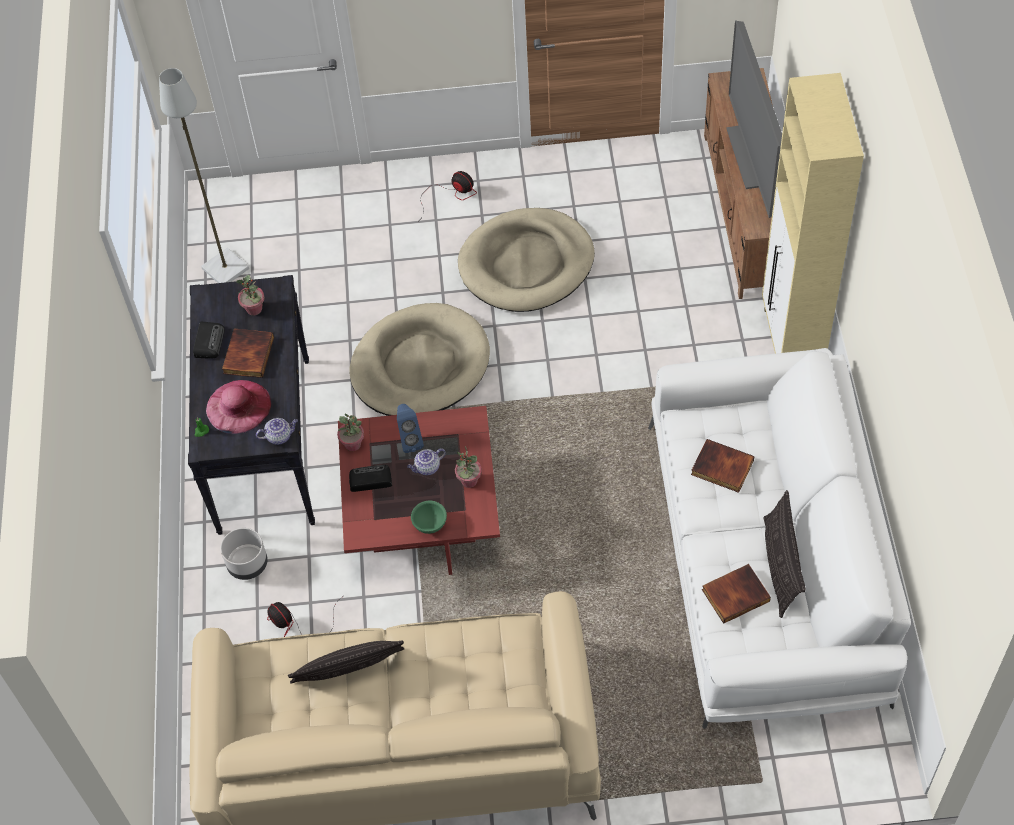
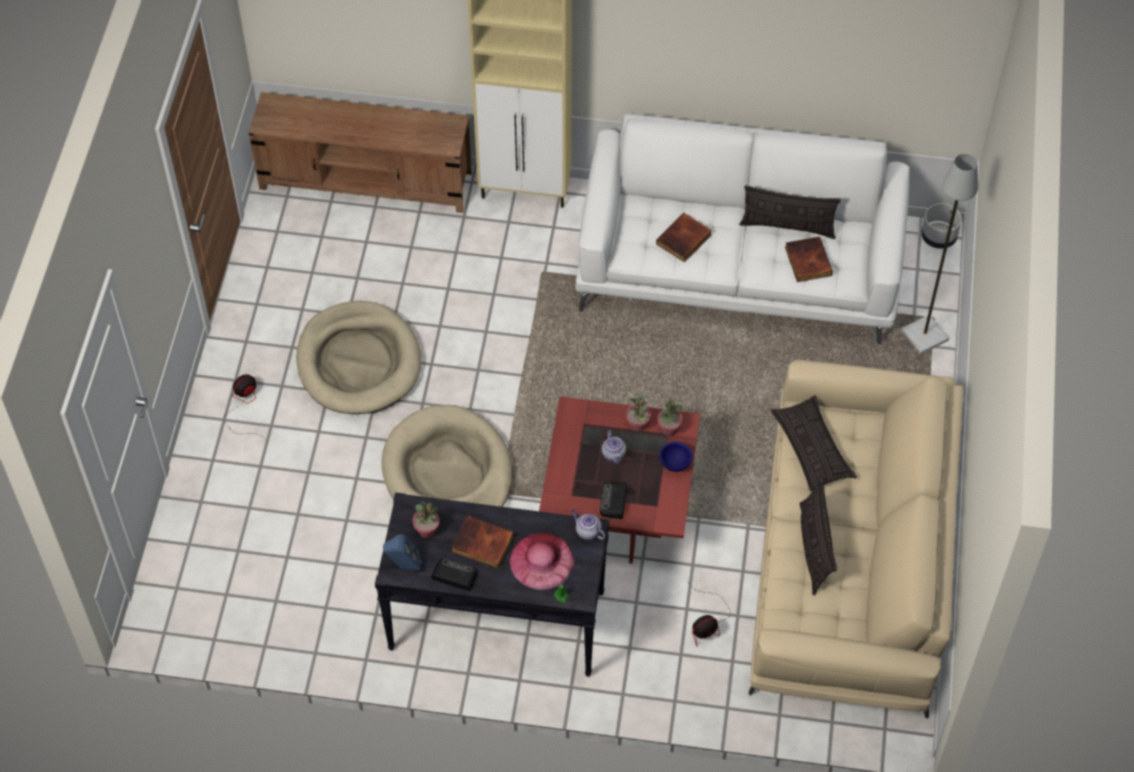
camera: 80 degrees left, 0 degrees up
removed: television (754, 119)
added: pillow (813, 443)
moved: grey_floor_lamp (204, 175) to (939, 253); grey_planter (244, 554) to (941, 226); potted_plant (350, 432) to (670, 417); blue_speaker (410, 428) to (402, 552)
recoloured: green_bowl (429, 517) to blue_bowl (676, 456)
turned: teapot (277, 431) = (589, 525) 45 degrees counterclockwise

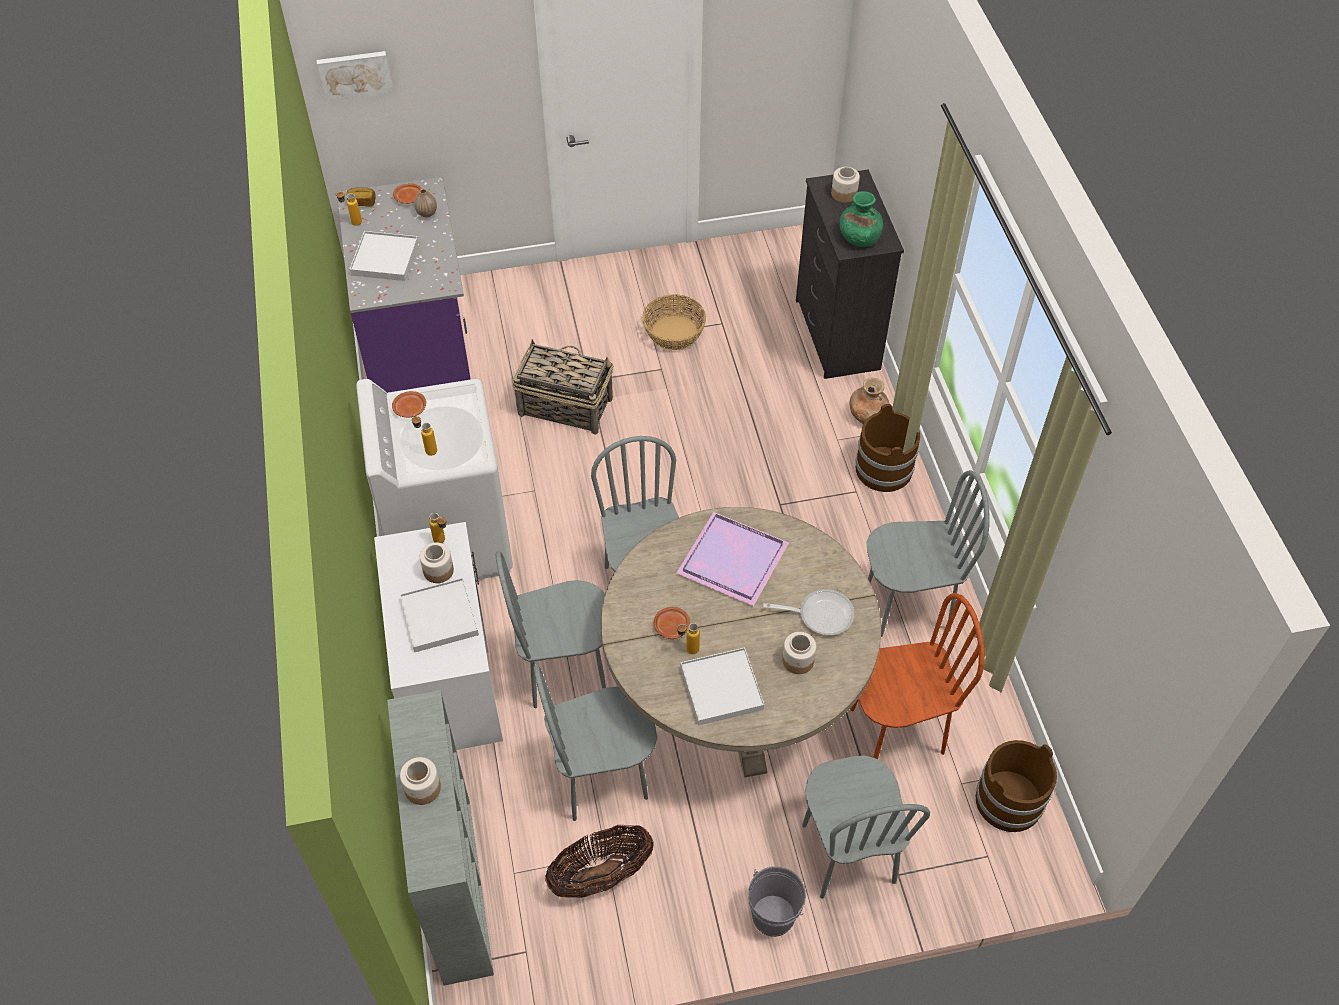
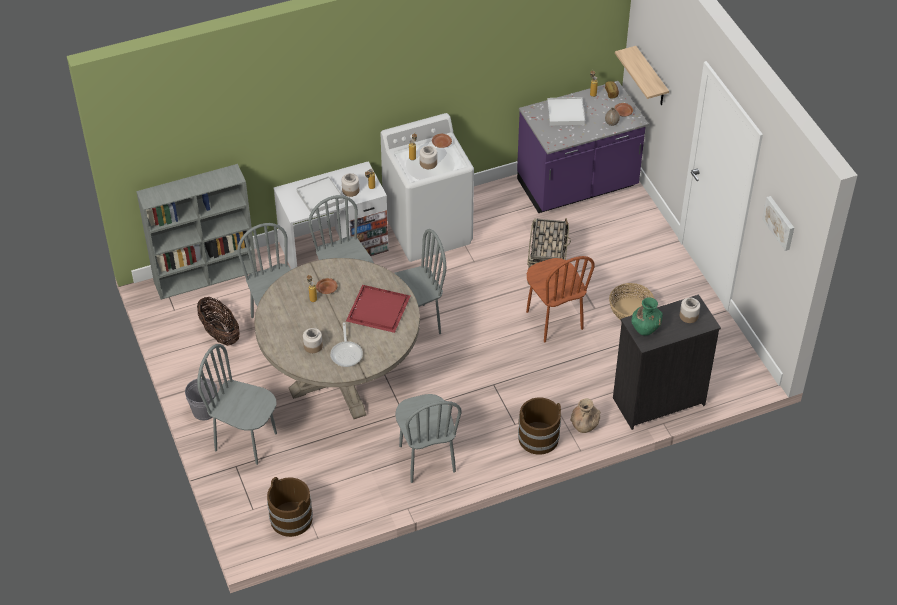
camera: 80 degrees right, 5 degrees down
removed: white_tray (722, 686)
added: shelf (642, 75)
moved: picture (354, 76) to (778, 223); jar (420, 781) to (428, 157); brown_chair (917, 676) to (560, 299)
recoloured: purple_tray (732, 559) to red_tray (378, 309)
turned: grey_chair (866, 827) = (237, 404) 45 degrees clockwise

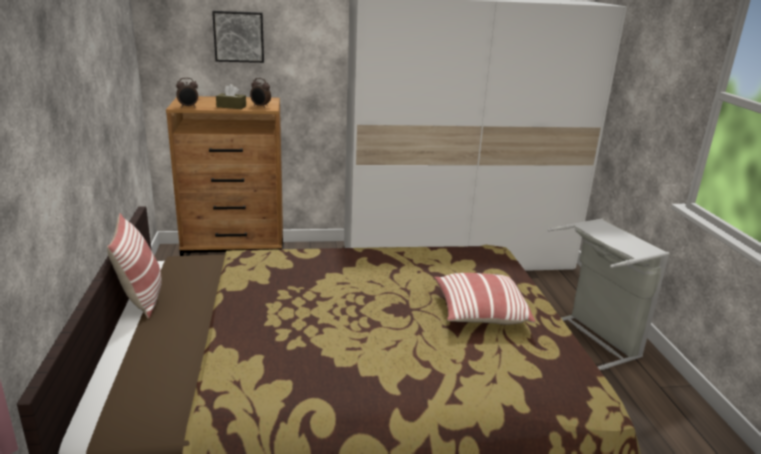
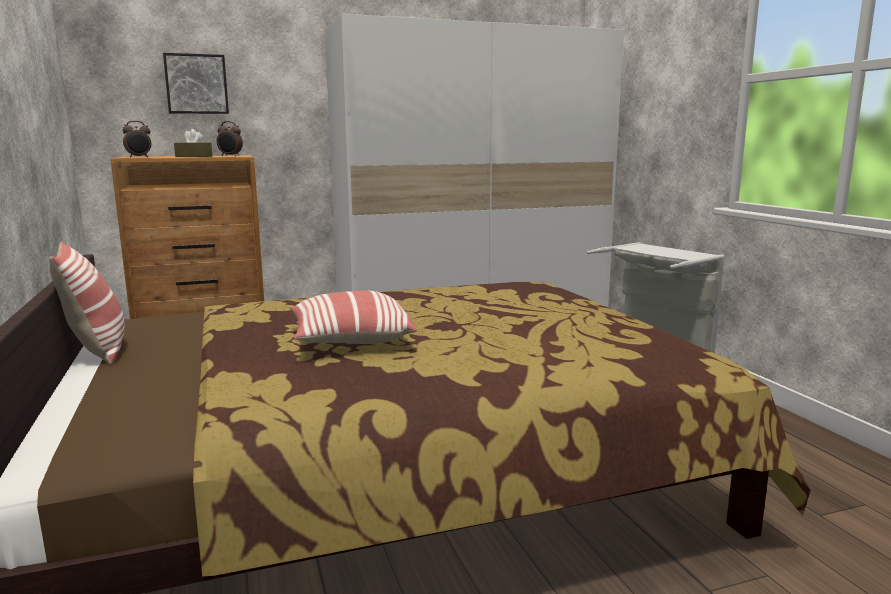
camera: 10 degrees left, 10 degrees down
moved: pillow (484, 299) to (353, 317)

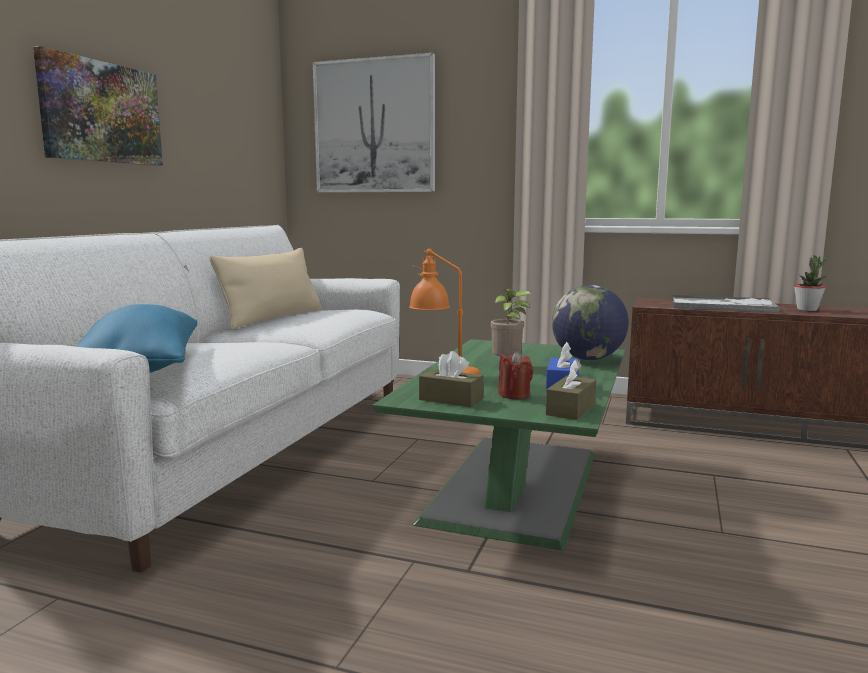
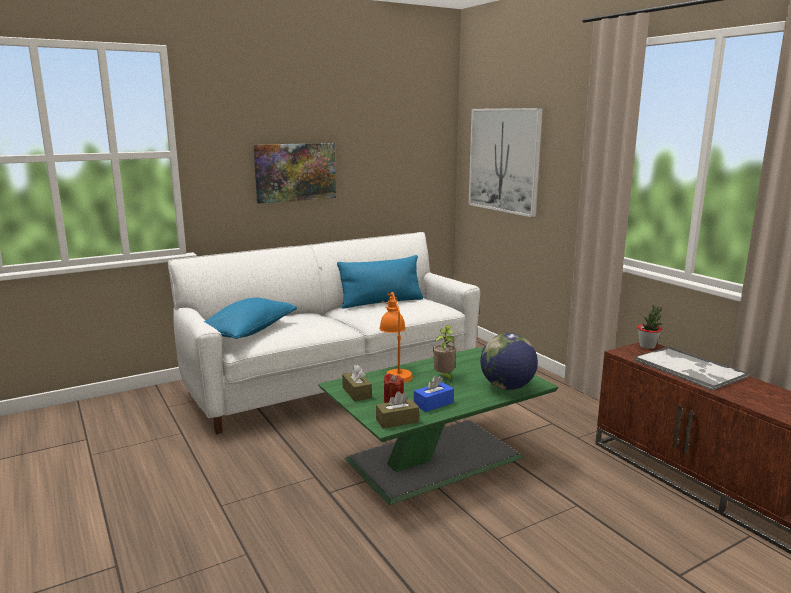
camera: 40 degrees right, 5 degrees up
moved: potted_plant (811, 283) to (650, 327)
recoloured: beige_pillow (266, 288) to blue_pillow (380, 282)

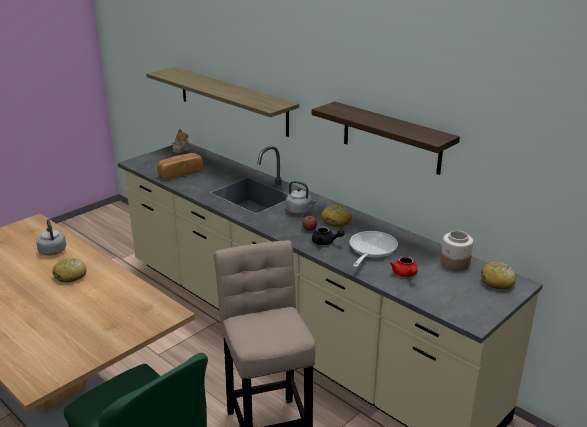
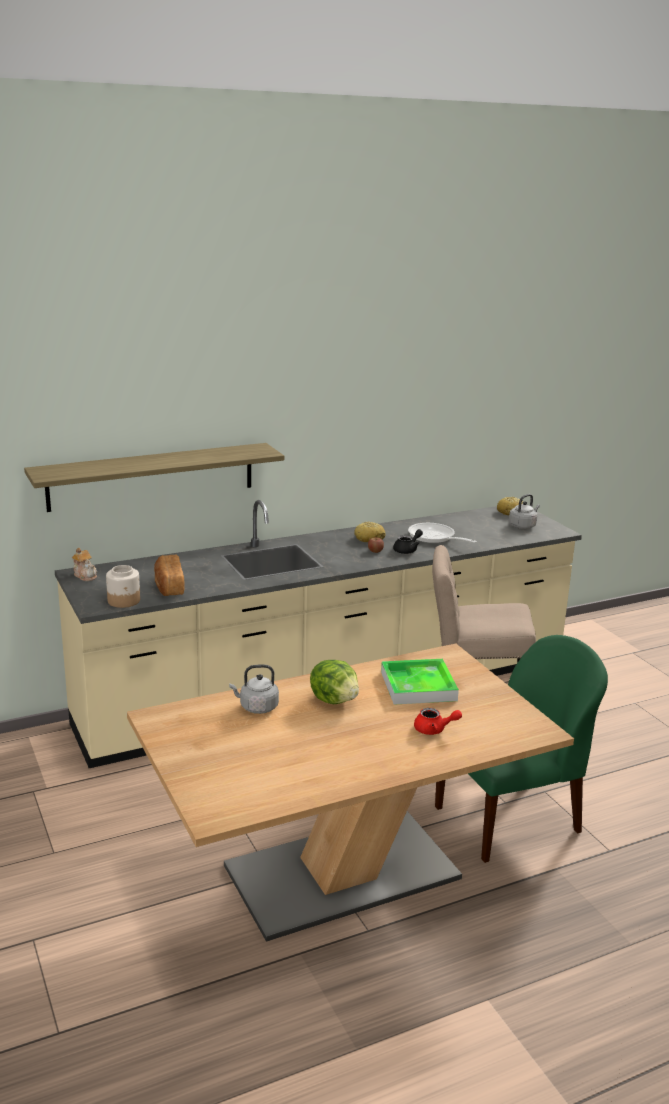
camera: 70 degrees left, 5 degrees down
removed: shelf (386, 138)
added: tray (420, 682)
moved: grey_kettle (302, 198) to (524, 511); red_teapot (404, 266) to (438, 721); jar (457, 250) to (123, 586)
replaced: bread (69, 270) to lettuce (334, 682)

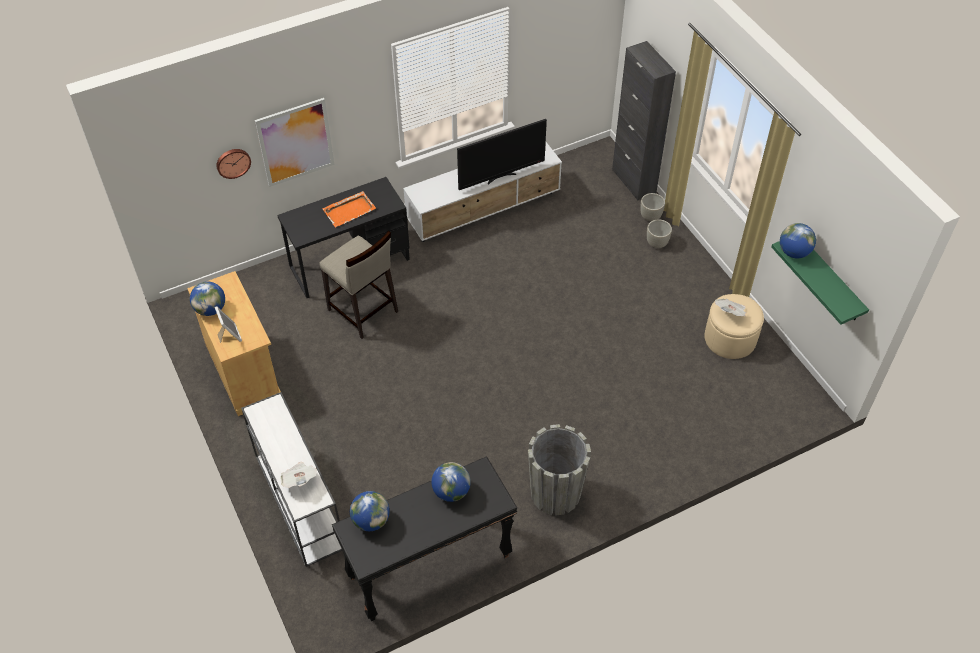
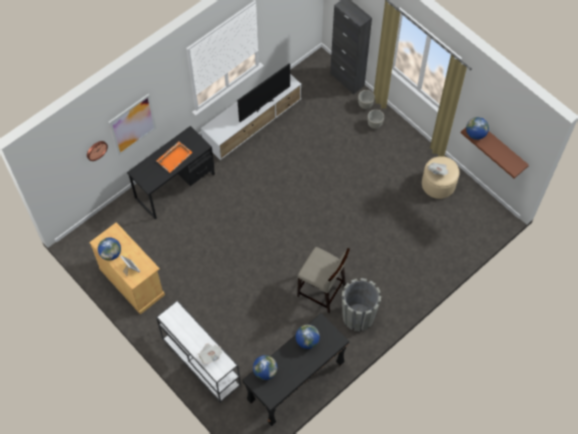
camera: 15 degrees left, 10 degrees up
moved: beige_stool (358, 285) to (323, 280)
recoloured: green_shelf (820, 283) to brown_shelf (495, 153)

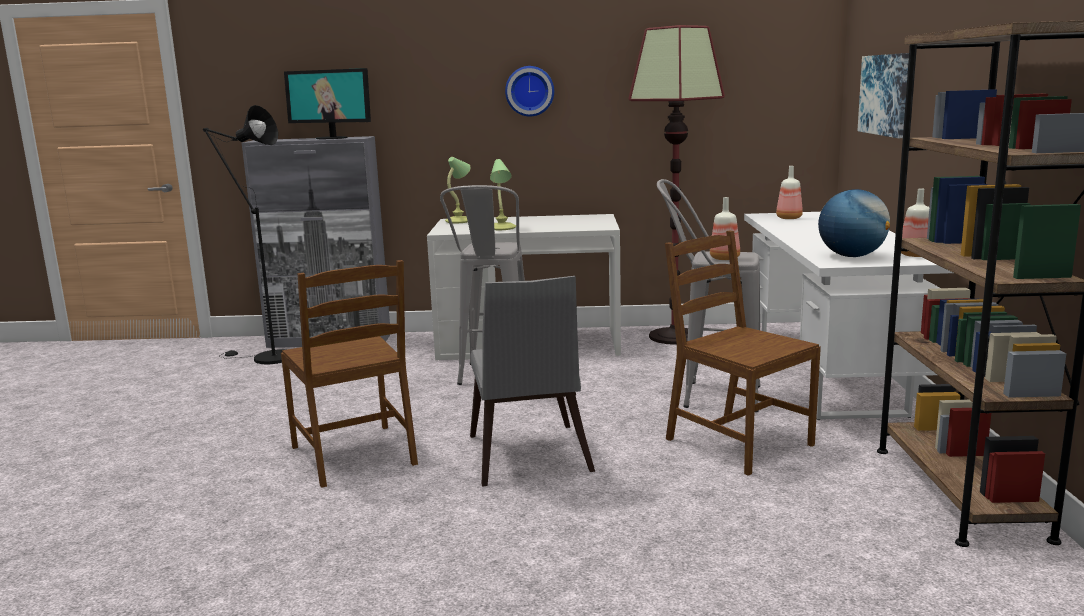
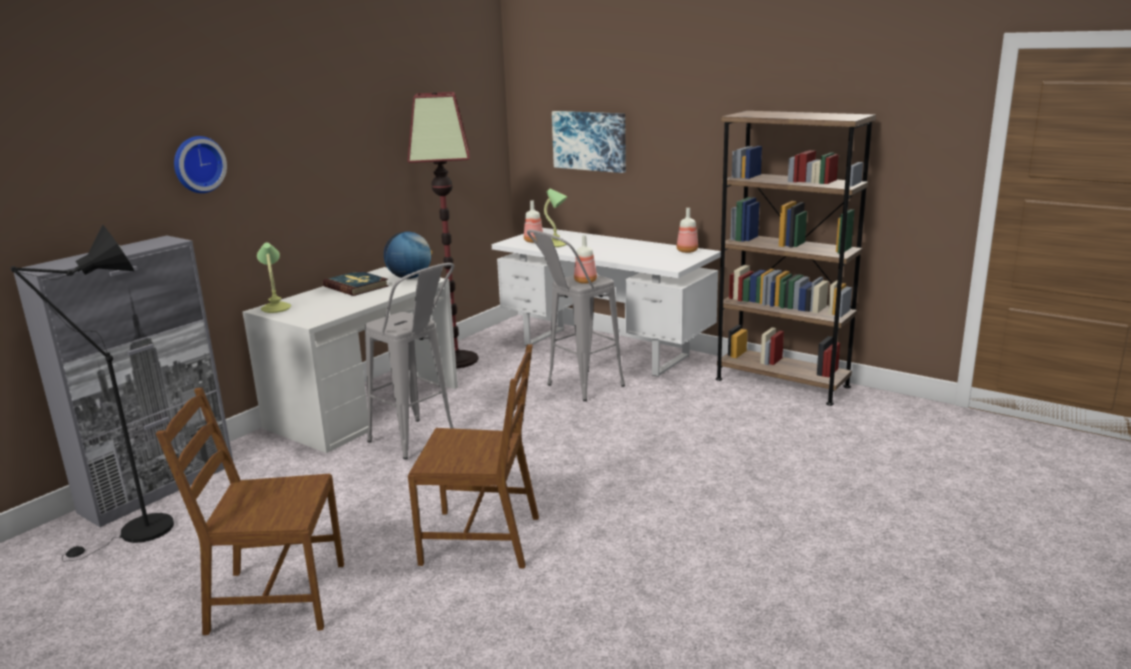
camera: 55 degrees left, 5 degrees up
removed: monitor (327, 103); grey_chair (532, 381)
added: book (356, 283)
moved: table_lamp (503, 194) to (555, 217); wall_clock (529, 91) to (200, 164); brown_chair (743, 353) to (250, 511); globe (854, 223) to (408, 255)

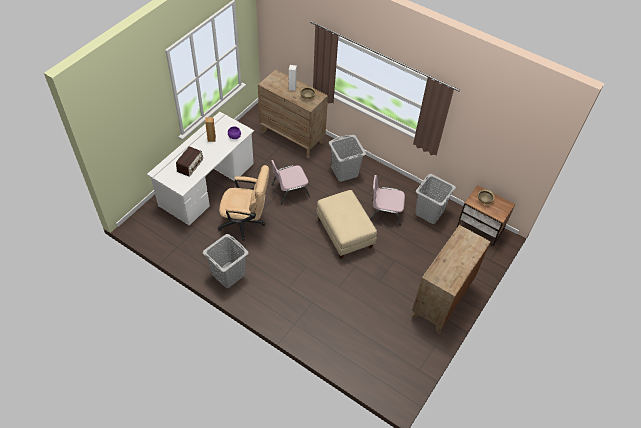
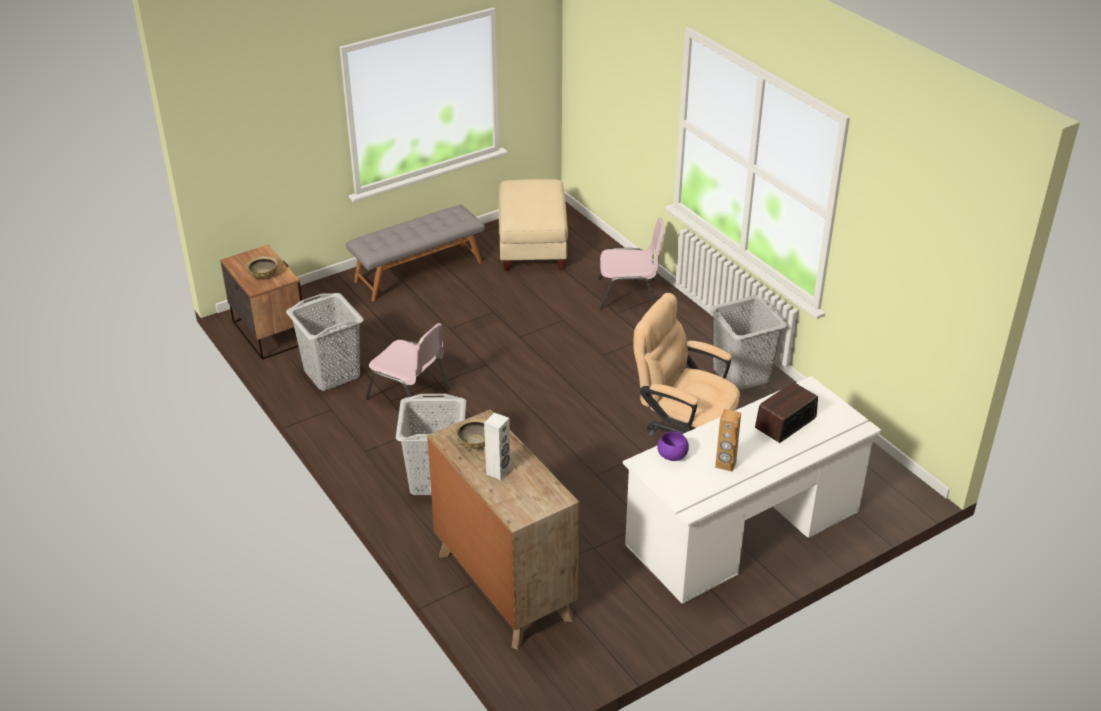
camera: 155 degrees left, 15 degrees down
moved: pink_chair (290, 182) to (631, 263); beige_ottoman (346, 224) to (533, 225)
replaced: brown_dresser (451, 279) to grey_bench (415, 253)

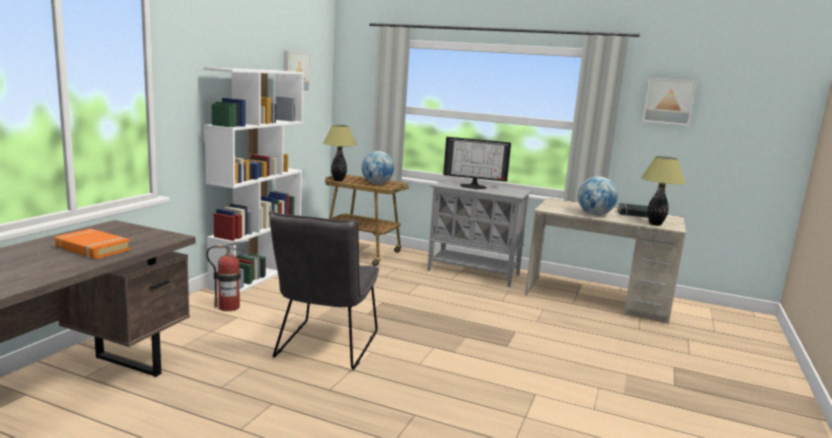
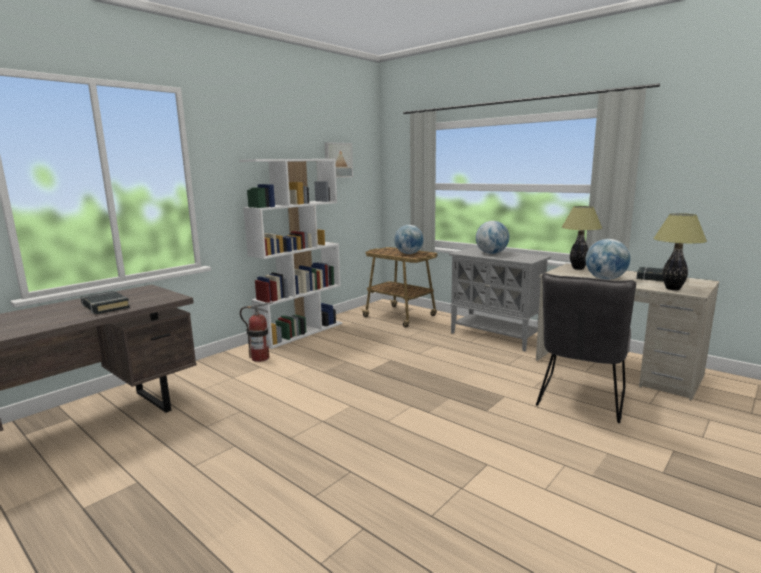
camera: 20 degrees right, 0 degrees up
removed: picture (669, 102)
moved: grey_chair (324, 290) to (586, 348); table_lamp (340, 153) to (582, 238)
replaced: monitor (477, 163) to globe (492, 237)
recoloured: orange_book (92, 244) to black_book (105, 302)

